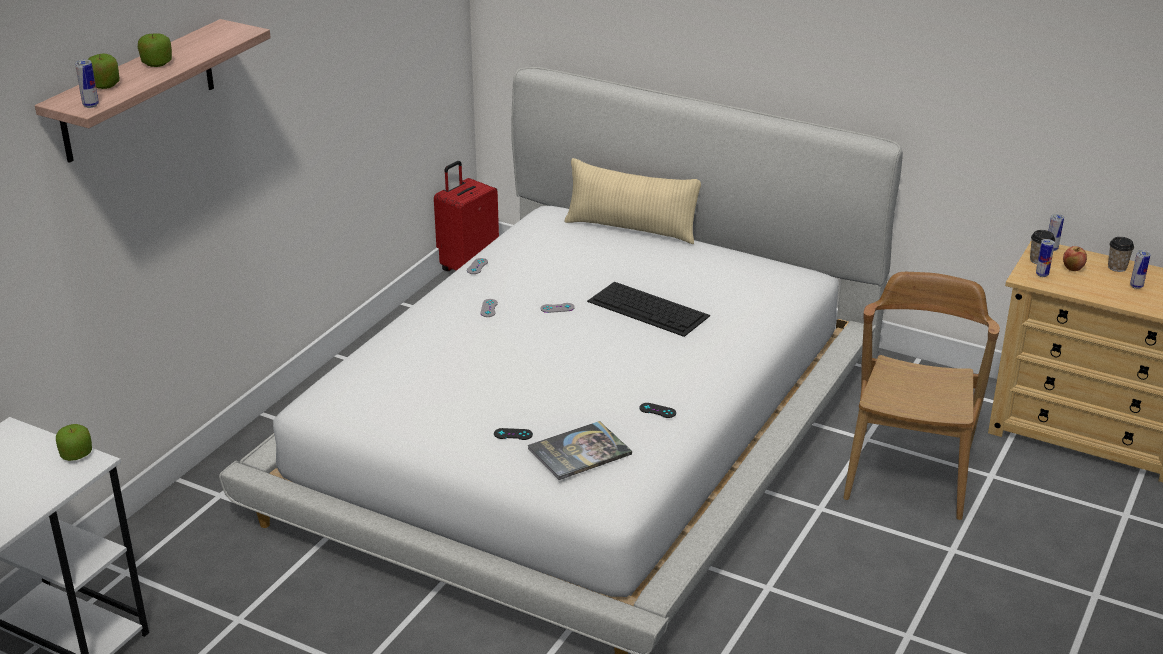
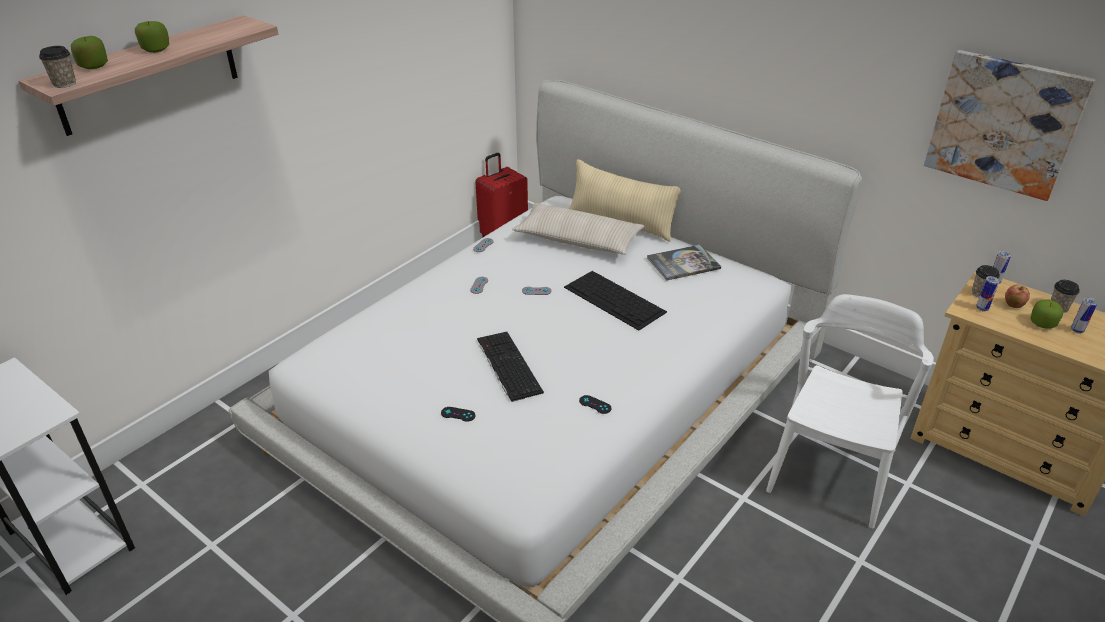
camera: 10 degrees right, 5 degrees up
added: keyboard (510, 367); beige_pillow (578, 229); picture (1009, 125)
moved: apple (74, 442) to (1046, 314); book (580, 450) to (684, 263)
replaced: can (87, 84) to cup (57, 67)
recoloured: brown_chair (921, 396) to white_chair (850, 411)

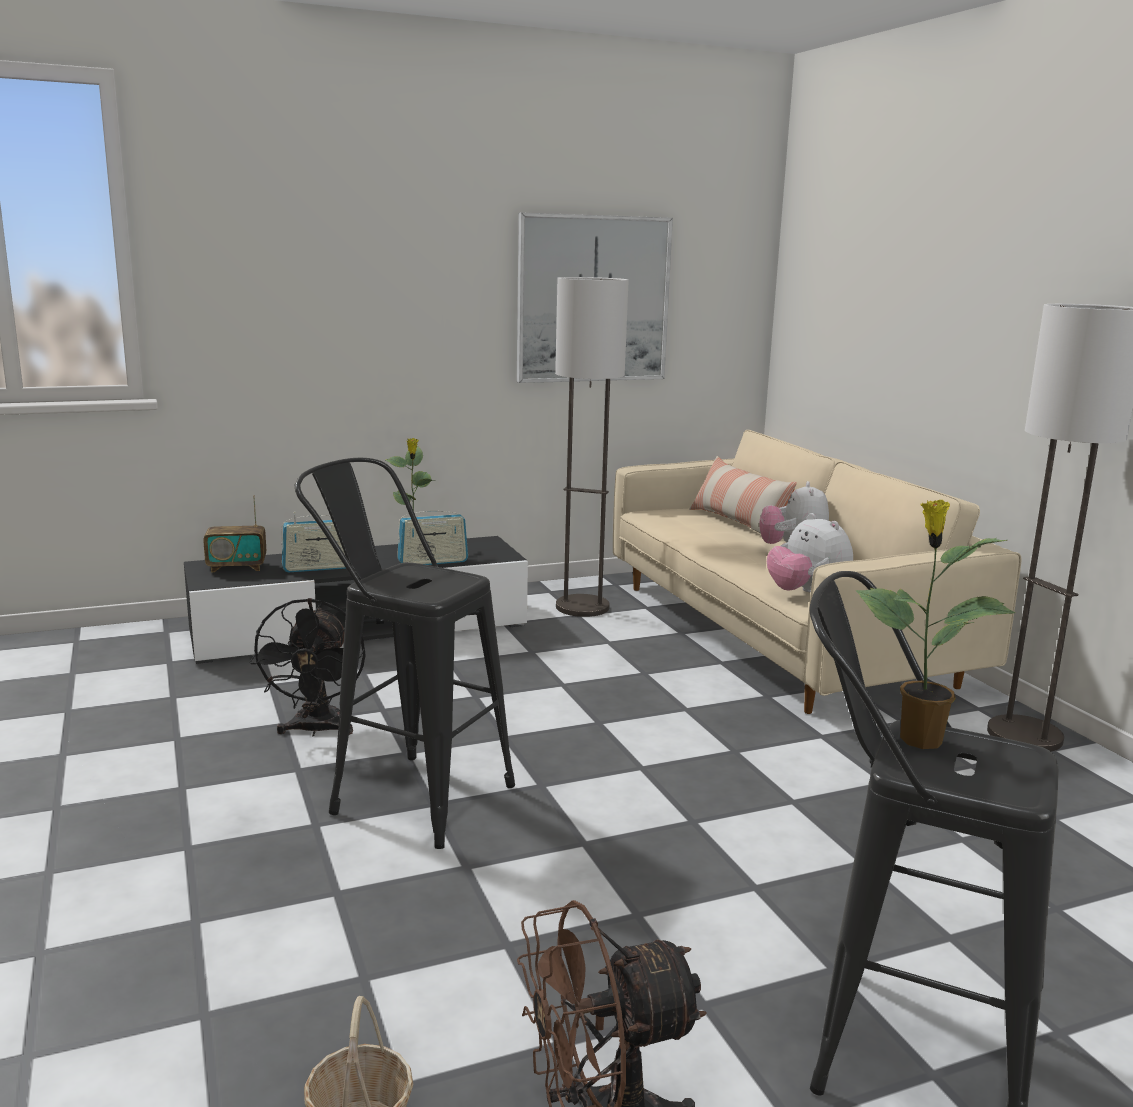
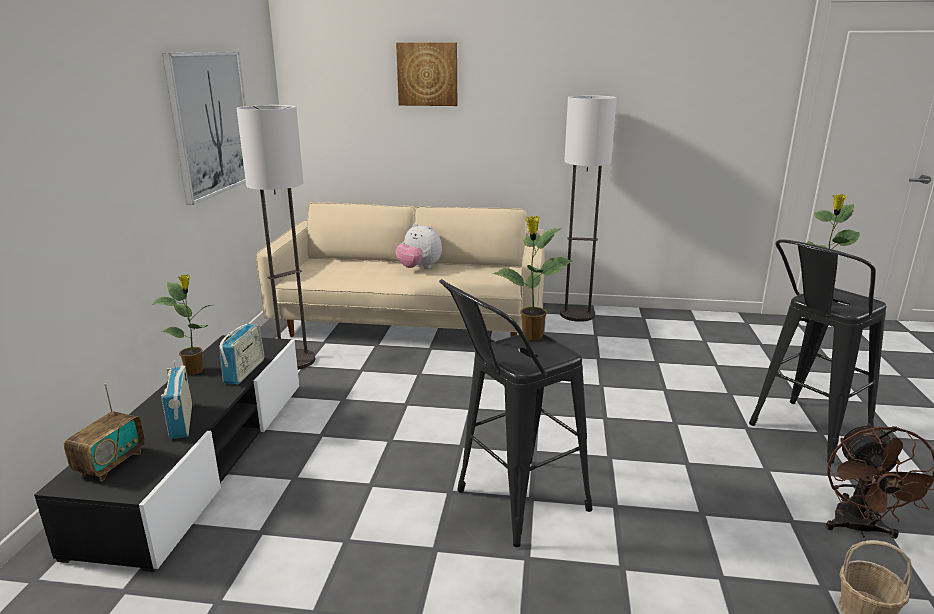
camera: 60 degrees left, 5 degrees up
removed: black_fan (307, 667); pillow (743, 495); plush_toy (810, 552)
added: picture (426, 74); potted_plant (533, 278)
turned: radio (313, 542) = (176, 399) 150 degrees clockwise

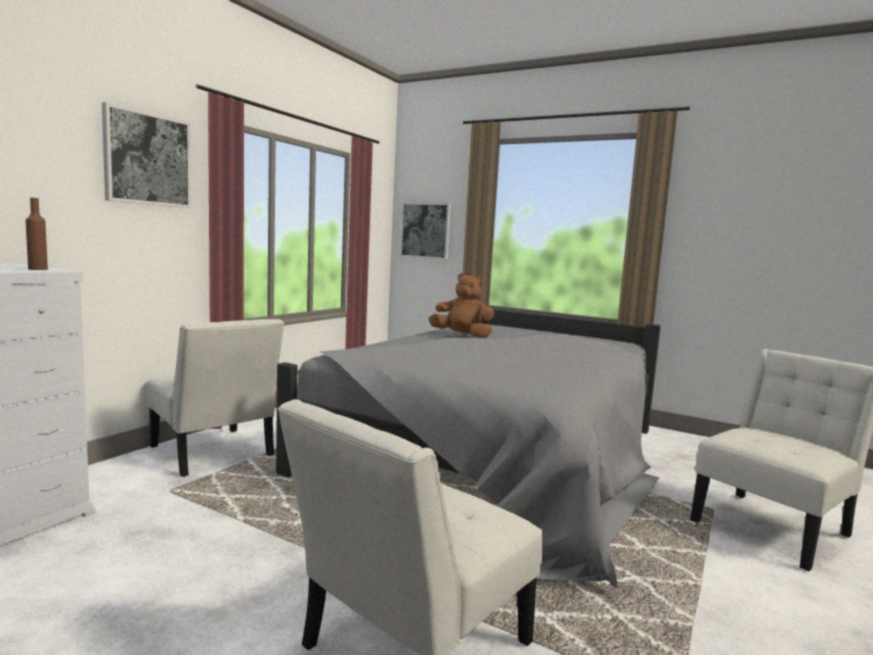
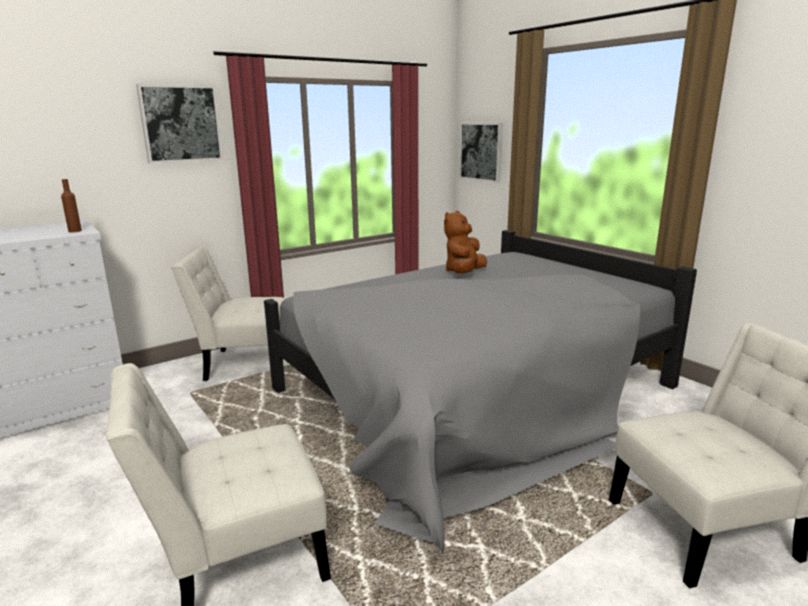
camera: 25 degrees right, 10 degrees up
turned: white_chair (215, 398) = (229, 313) 105 degrees clockwise; brown_plush_toy (461, 305) = (465, 242) 105 degrees counterclockwise

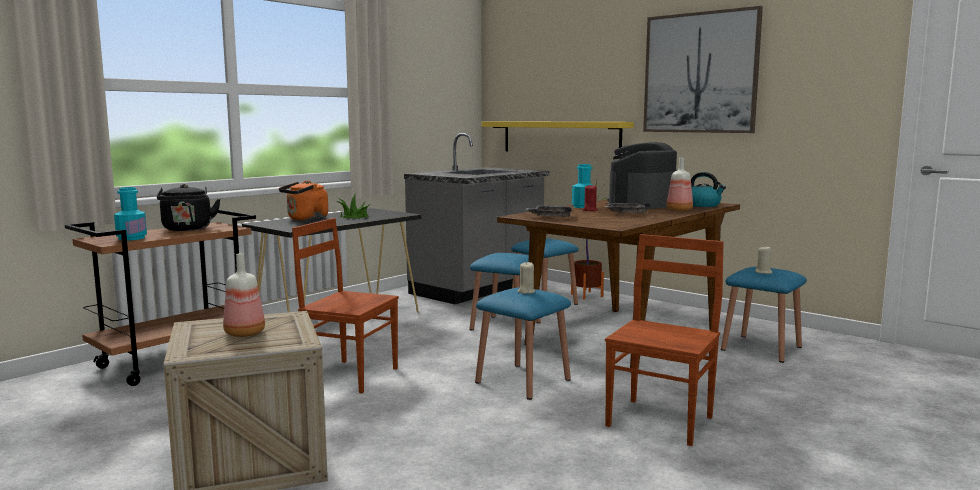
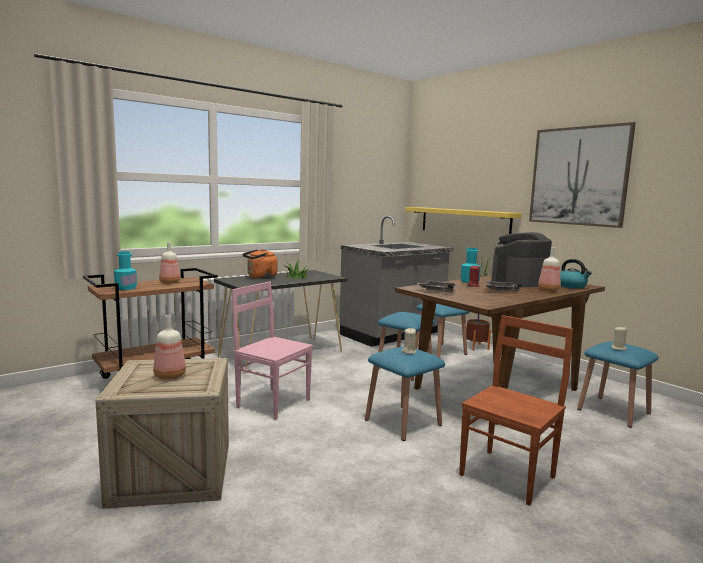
camera: 10 degrees right, 0 degrees up
replaced: black_kettle (189, 207) to bottle (169, 263)
recoloured: brown_chair (345, 305) to pink_chair (272, 351)

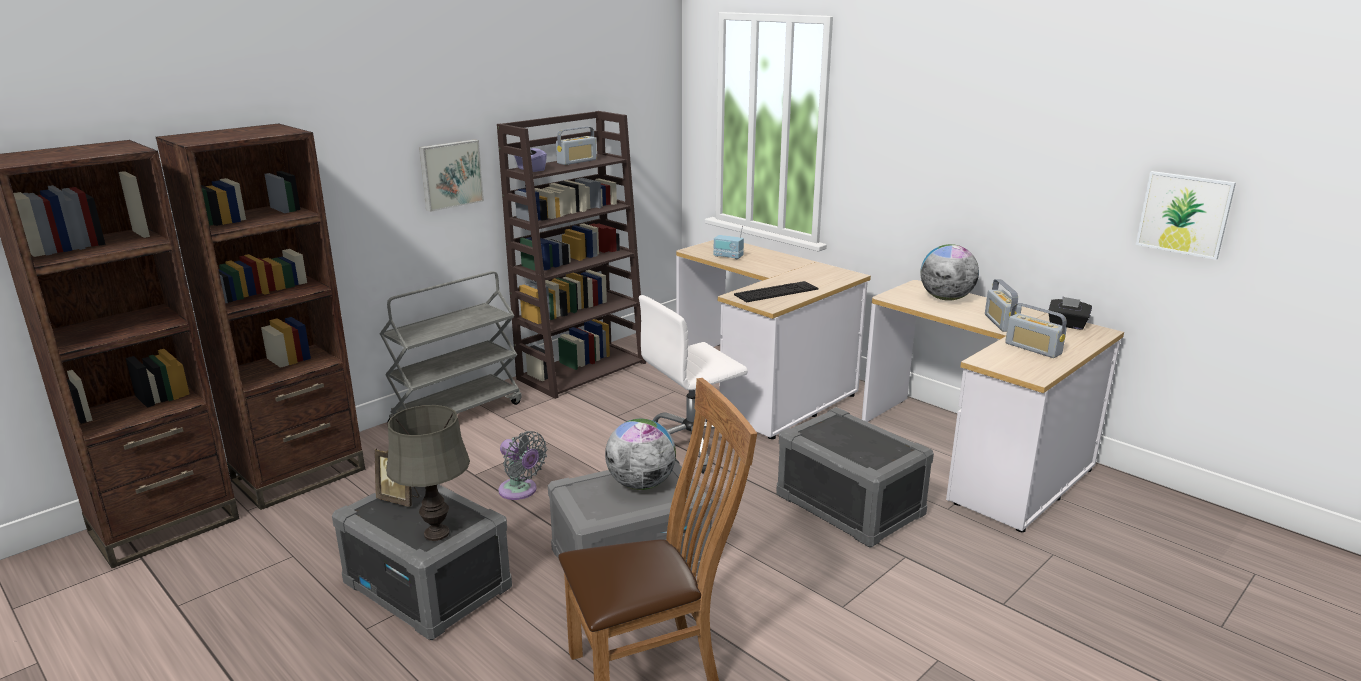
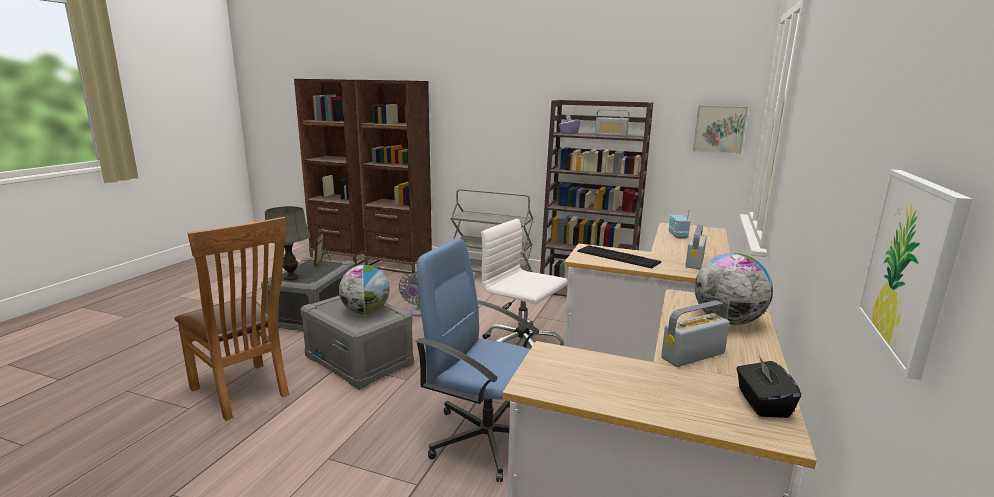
camera: 65 degrees right, 5 degrees down
moved: picture (451, 175) to (720, 129); radio (1036, 330) to (696, 246)
replaced: grey_storage_box (855, 477) to blue_office_chair (477, 360)

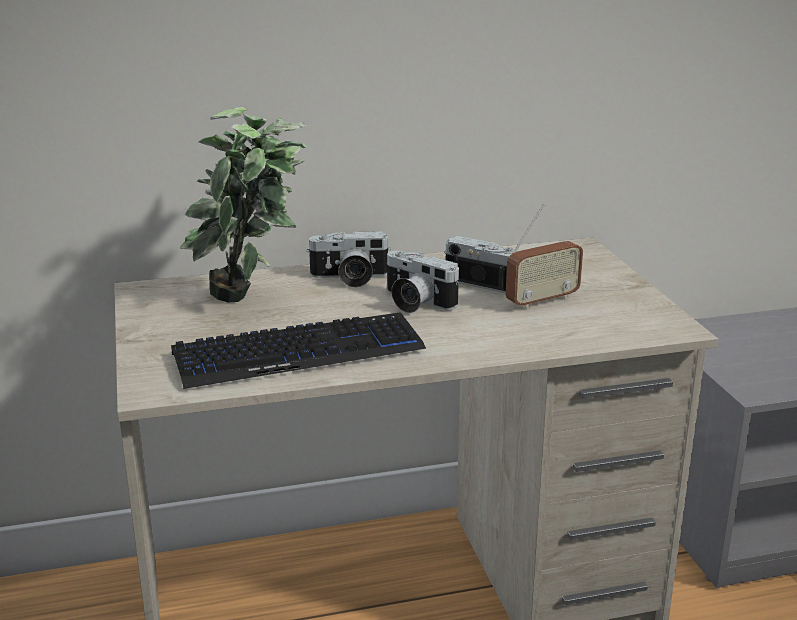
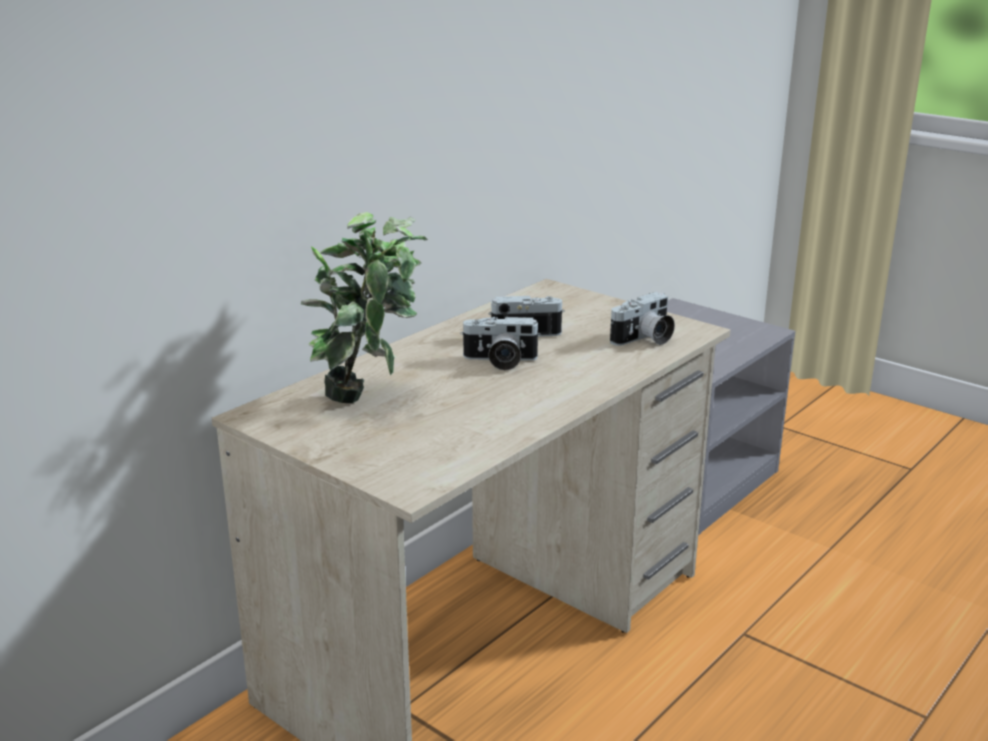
camera: 35 degrees left, 0 degrees up
removed: keyboard (298, 350); radio (544, 257)
moved: photo_camera (348, 259) to (642, 319)

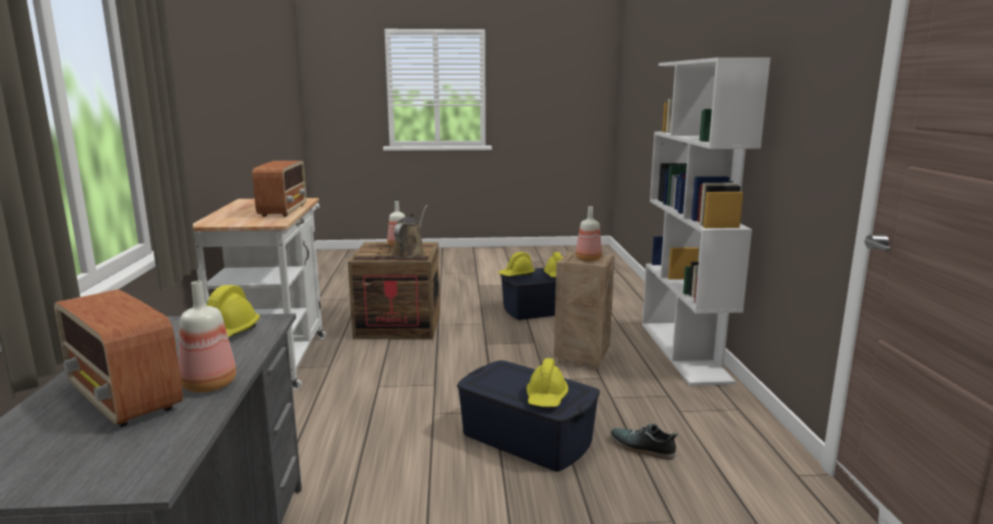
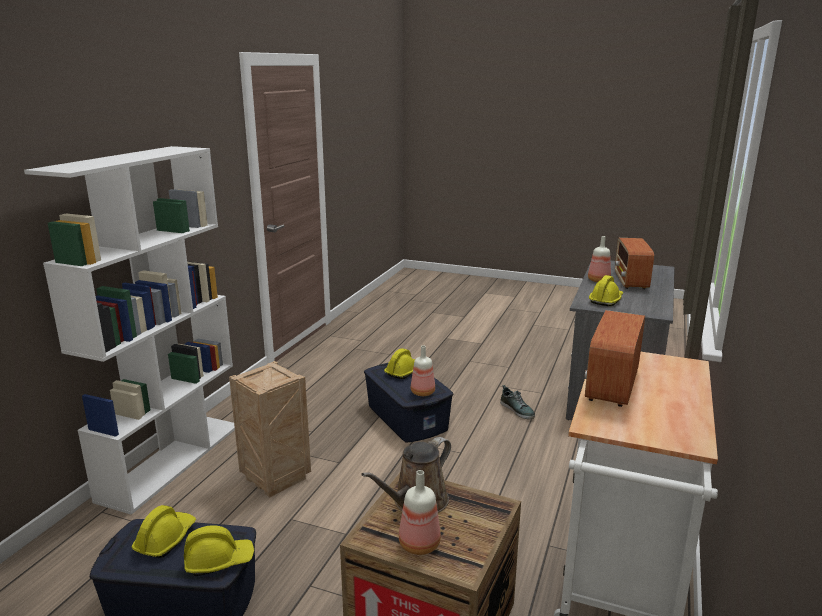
camera: 155 degrees left, 5 degrees up
moved: bottle (588, 234) to (423, 370); shoe (644, 442) to (517, 402)
turned: radio (118, 358) = (634, 263) 150 degrees counterclockwise

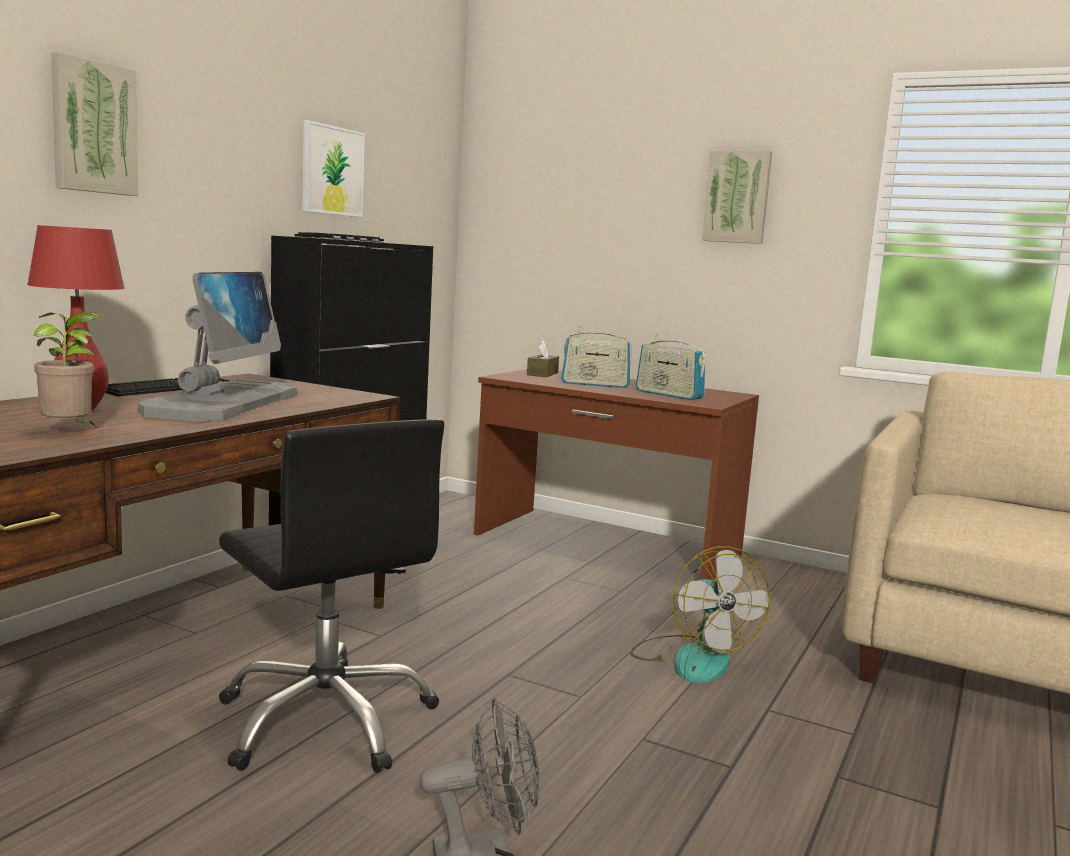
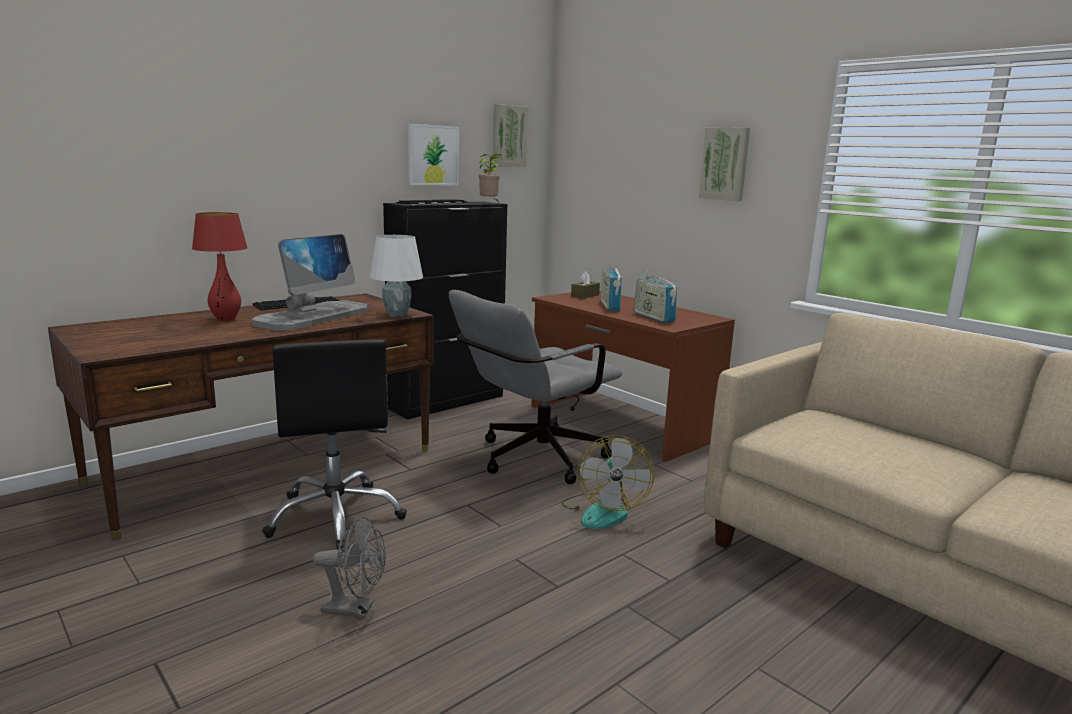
camera: 20 degrees right, 5 degrees up
added: white_table_lamp (396, 276); grey_office_chair (535, 387)
moved: potted_plant (66, 369) to (490, 177); picture (94, 124) to (510, 135)
turned: radio (596, 357) = (611, 287) 60 degrees clockwise

